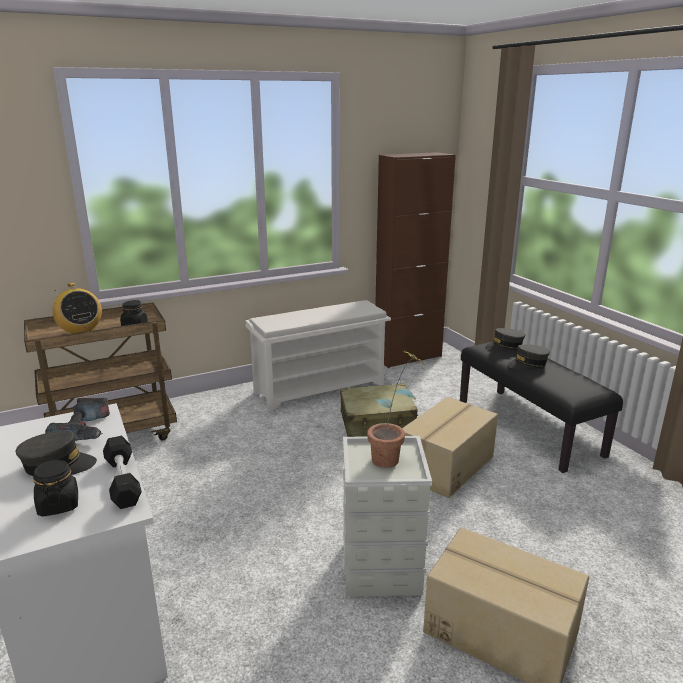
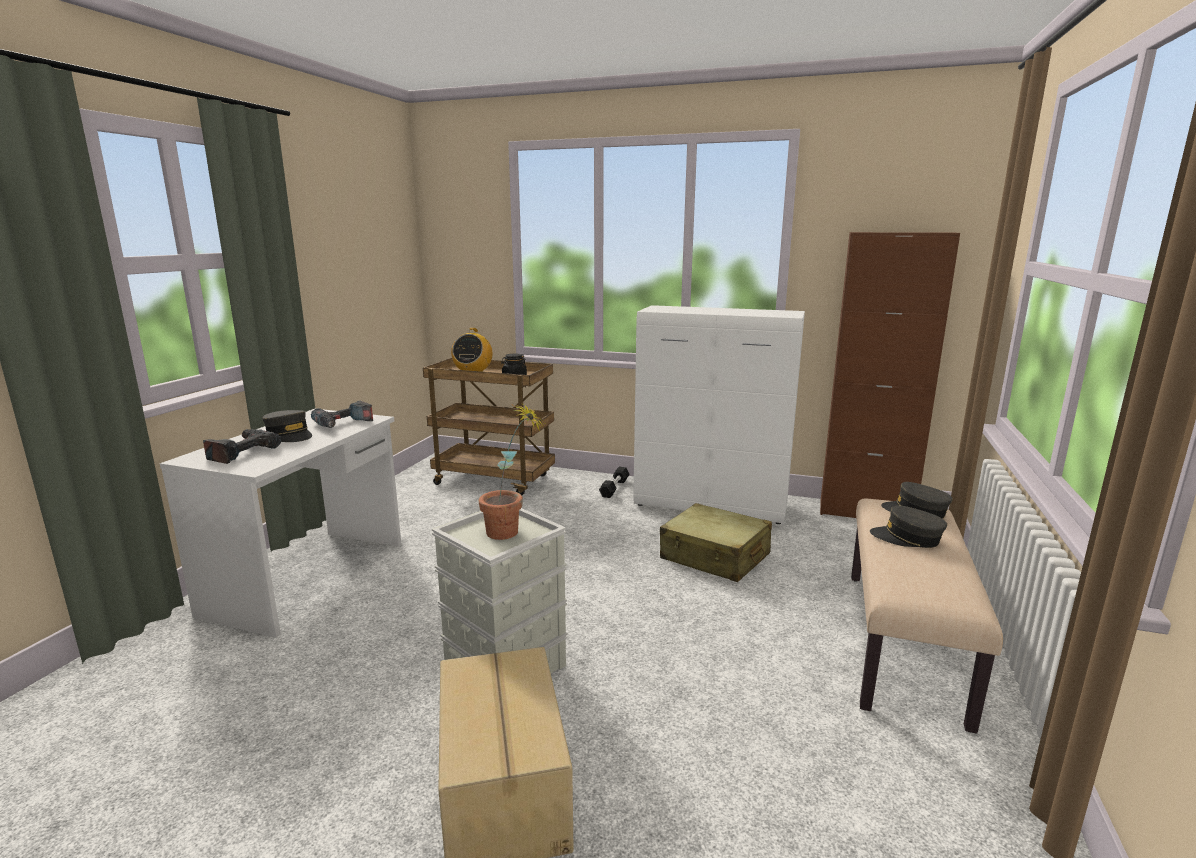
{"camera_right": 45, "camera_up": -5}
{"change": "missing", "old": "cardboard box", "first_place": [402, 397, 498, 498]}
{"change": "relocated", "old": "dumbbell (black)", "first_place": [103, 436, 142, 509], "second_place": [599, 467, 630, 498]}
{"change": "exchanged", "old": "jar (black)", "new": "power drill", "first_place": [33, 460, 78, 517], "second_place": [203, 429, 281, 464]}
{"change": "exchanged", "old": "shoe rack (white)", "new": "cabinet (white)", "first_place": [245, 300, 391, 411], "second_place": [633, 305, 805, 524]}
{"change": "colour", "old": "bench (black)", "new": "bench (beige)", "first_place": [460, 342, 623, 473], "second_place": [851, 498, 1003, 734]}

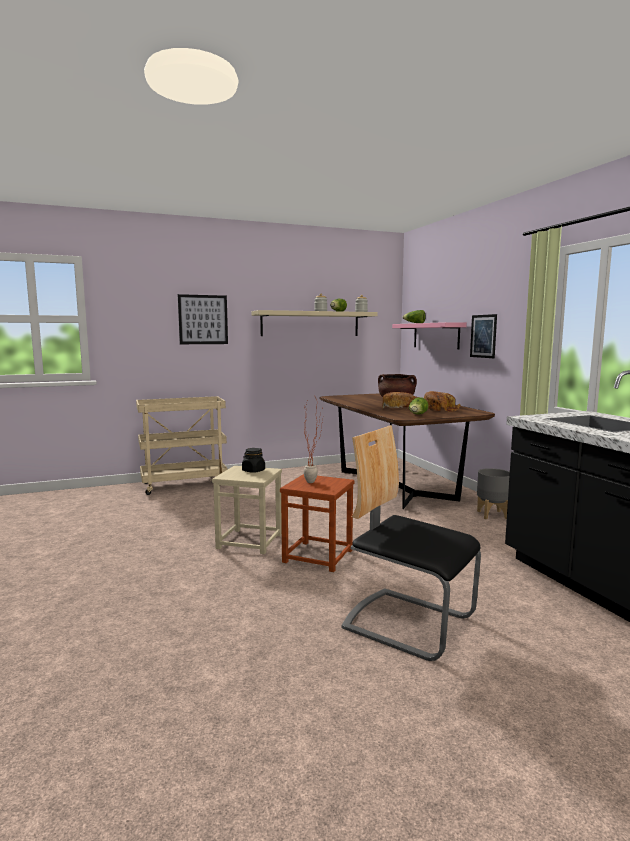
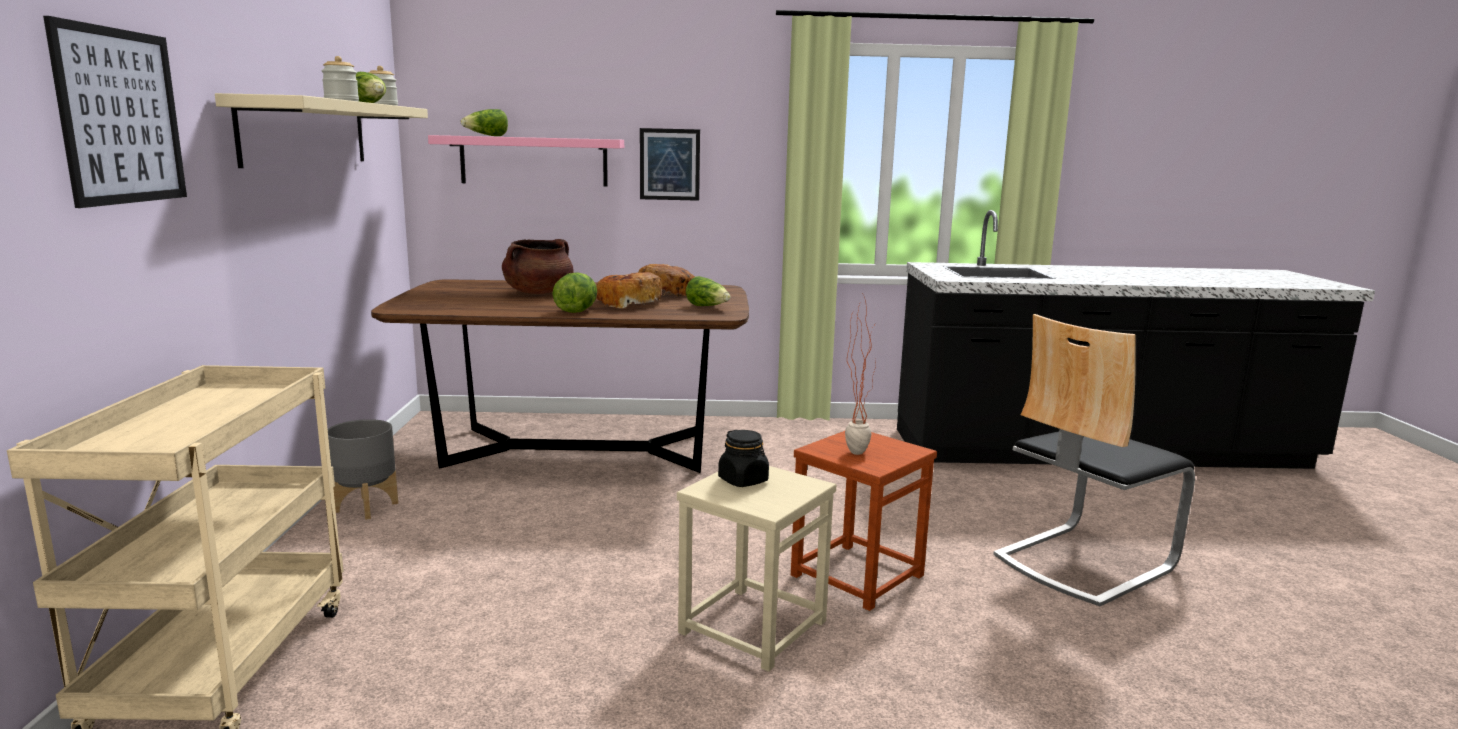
{"camera_right": -70, "camera_up": 5}
{"change": "appeared", "new": "lettuce", "second_place": [552, 273, 597, 313]}
{"change": "relocated", "old": "planter (grey)", "first_place": [477, 468, 510, 519], "second_place": [328, 419, 398, 520]}

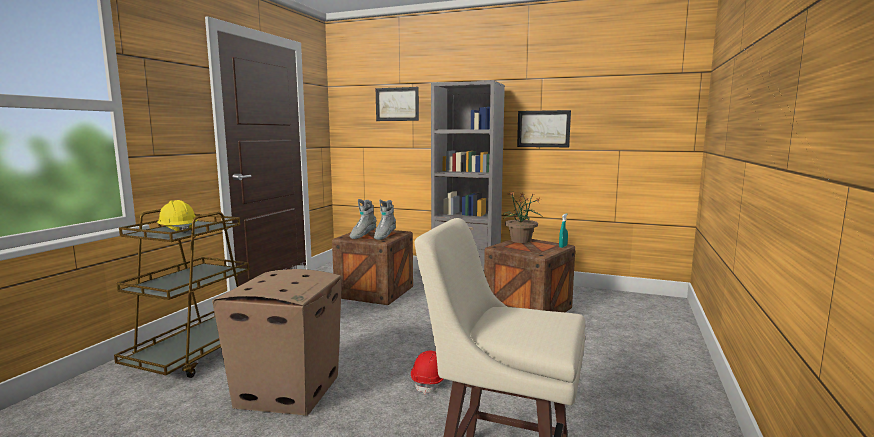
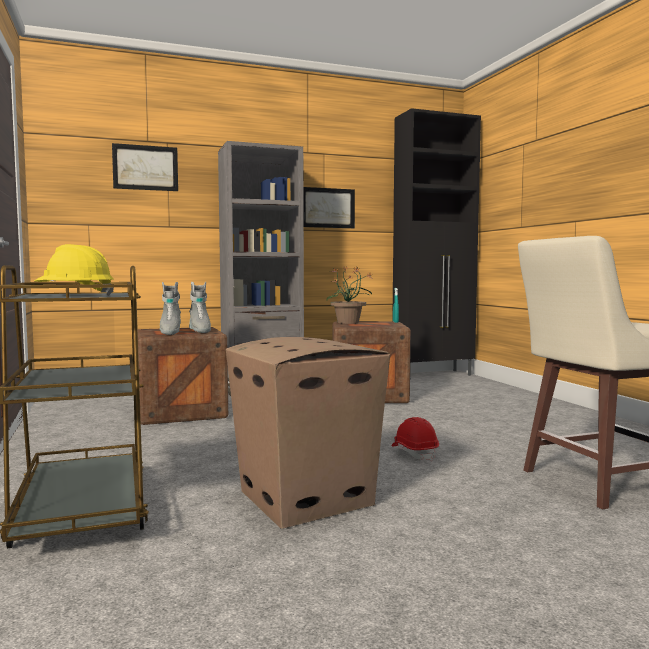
{"camera_right": -40, "camera_up": -5}
{"change": "appeared", "new": "cabinet (black)", "second_place": [392, 108, 481, 380]}

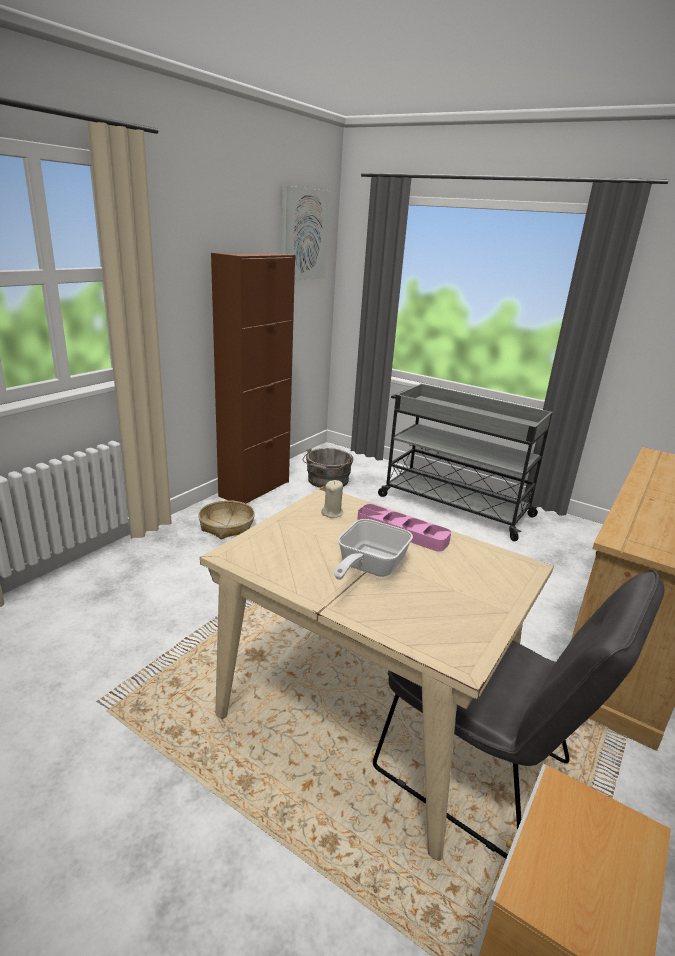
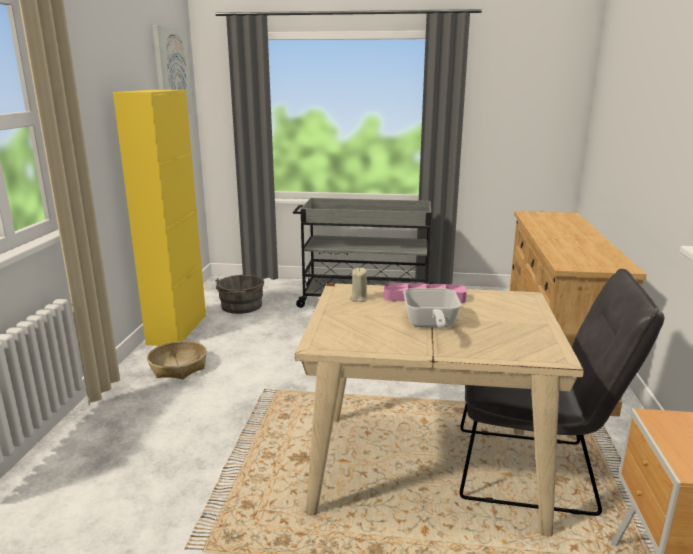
{"camera_right": -25, "camera_up": -5}
{"change": "colour", "old": "cabinet (brown)", "new": "cabinet (yellow)", "first_place": [211, 252, 295, 504], "second_place": [113, 90, 206, 346]}

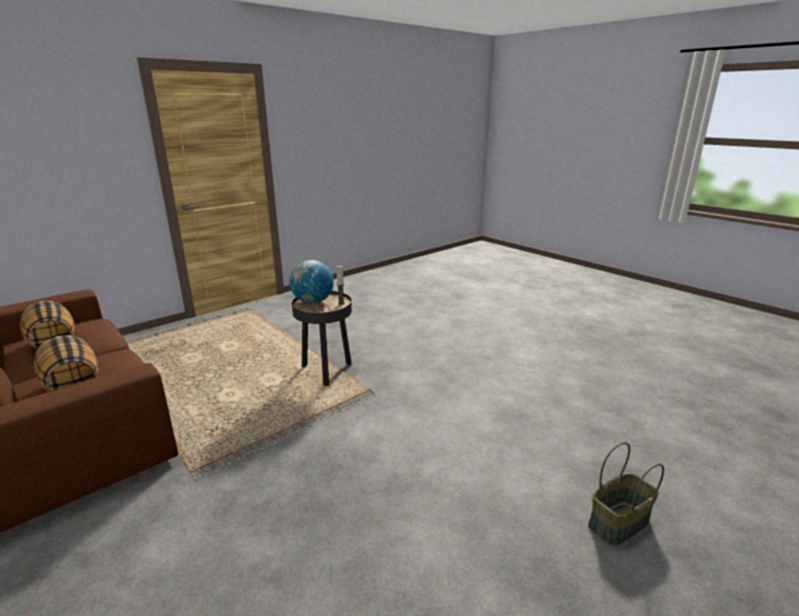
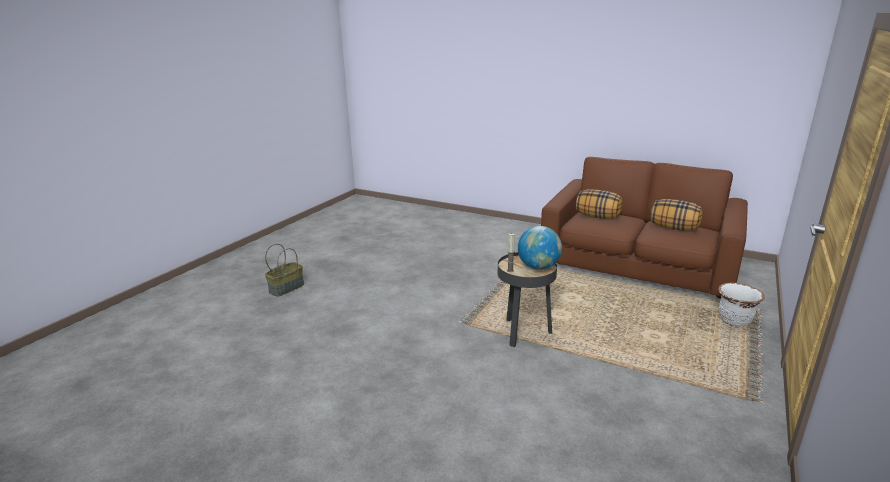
{"camera_right": 160, "camera_up": 0}
{"change": "appeared", "new": "planter (white)", "second_place": [719, 283, 765, 327]}

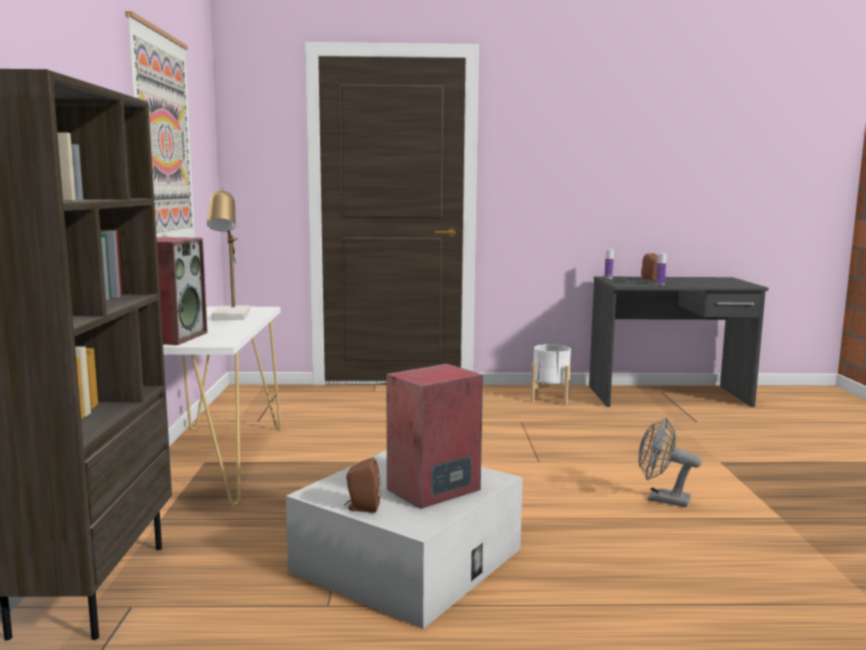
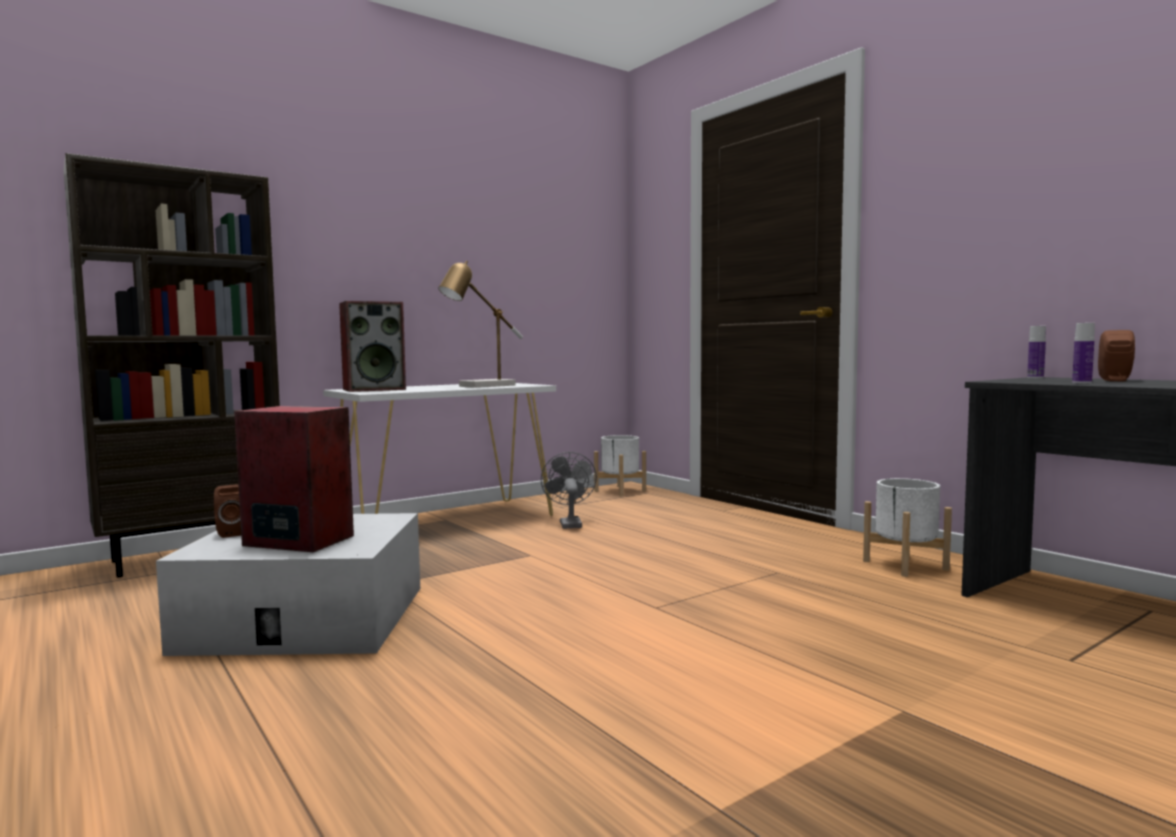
{"camera_right": 55, "camera_up": -5}
{"change": "missing", "old": "picture", "first_place": [125, 11, 195, 238]}
{"change": "appeared", "new": "planter (white)", "second_place": [594, 435, 646, 496]}
{"change": "relocated", "old": "fan (grey)", "first_place": [638, 417, 702, 507], "second_place": [541, 452, 597, 529]}

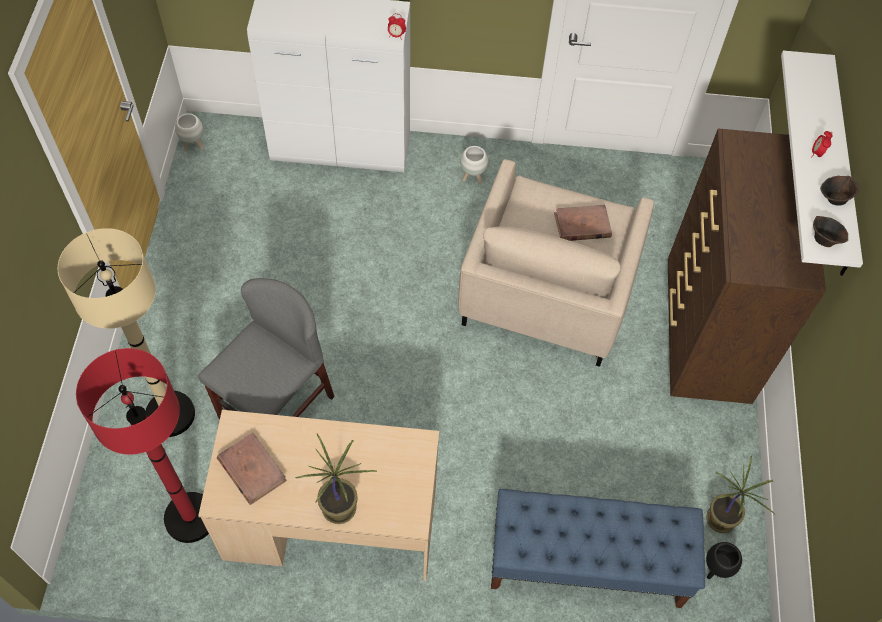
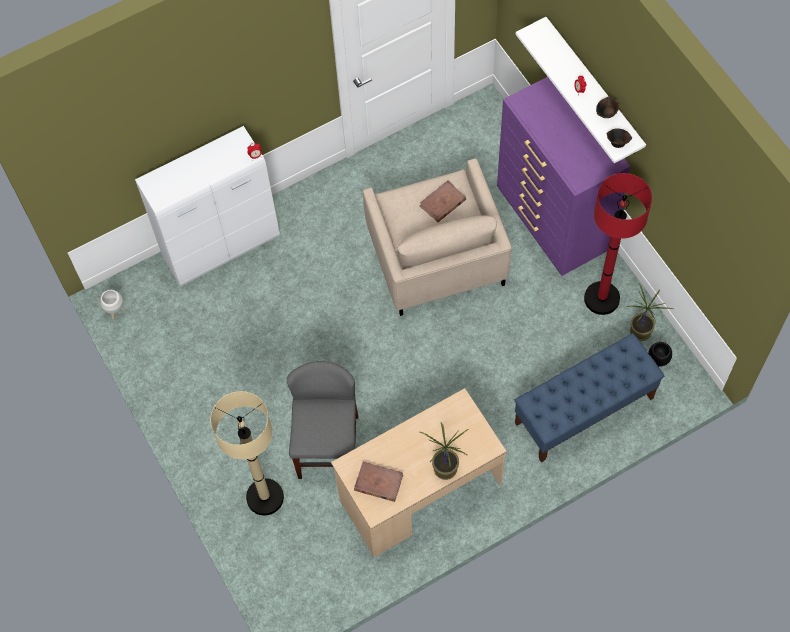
{"camera_right": -30, "camera_up": 5}
{"change": "missing", "old": "planter (white)", "first_place": [460, 146, 488, 184]}
{"change": "relocated", "old": "floor lamp (red)", "first_place": [76, 348, 209, 543], "second_place": [584, 173, 652, 315]}
{"change": "colour", "old": "dresser (brown)", "new": "dresser (purple)", "first_place": [668, 129, 826, 404], "second_place": [497, 77, 630, 276]}

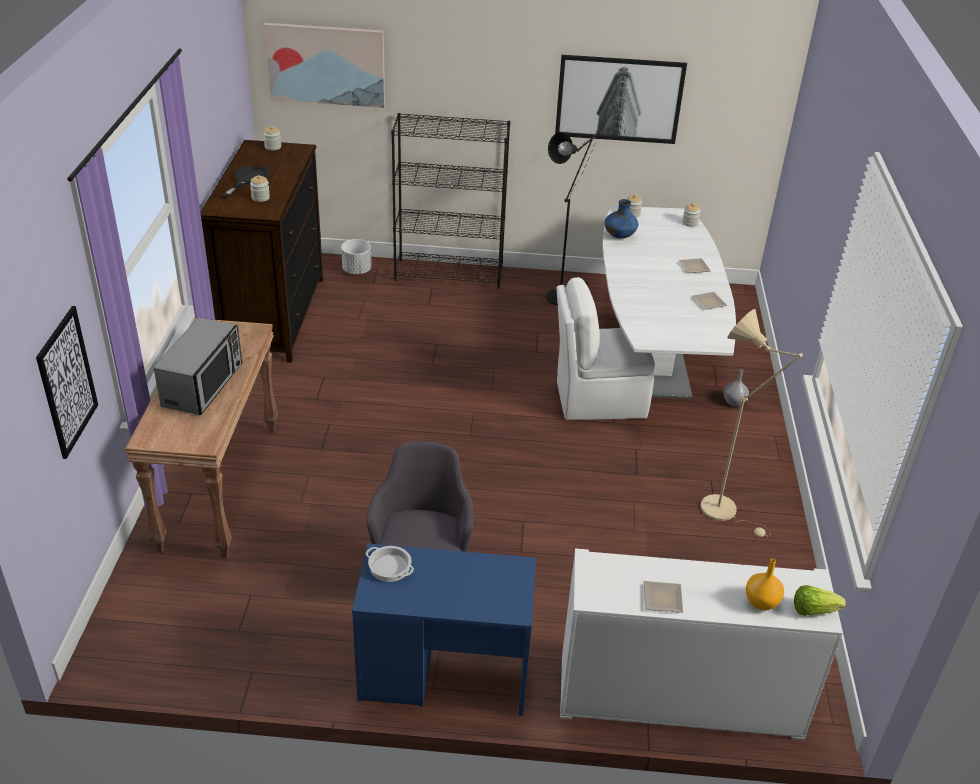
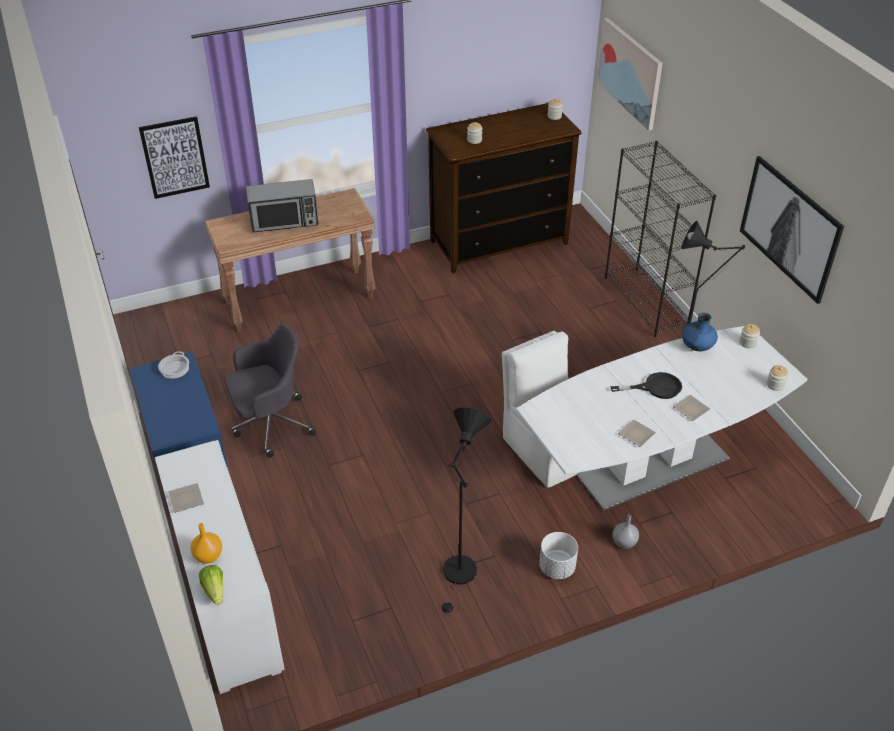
{"camera_right": 65, "camera_up": 5}
{"change": "relocated", "old": "frying pan (black)", "first_place": [221, 166, 270, 198], "second_place": [610, 372, 682, 399]}
{"change": "relocated", "old": "planter (white)", "first_place": [341, 239, 372, 274], "second_place": [539, 532, 578, 579]}
{"change": "colour", "old": "floor lamp (beige)", "new": "floor lamp (black)", "first_place": [701, 309, 803, 537], "second_place": [442, 407, 491, 616]}

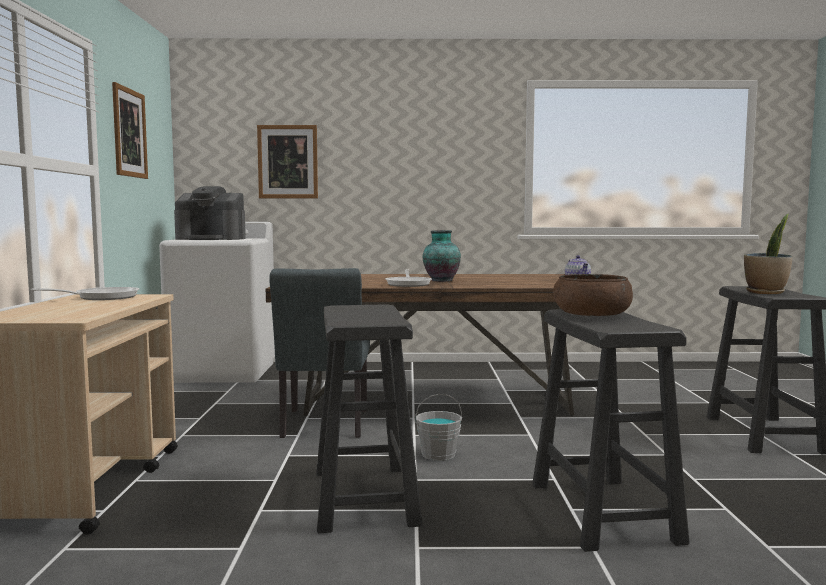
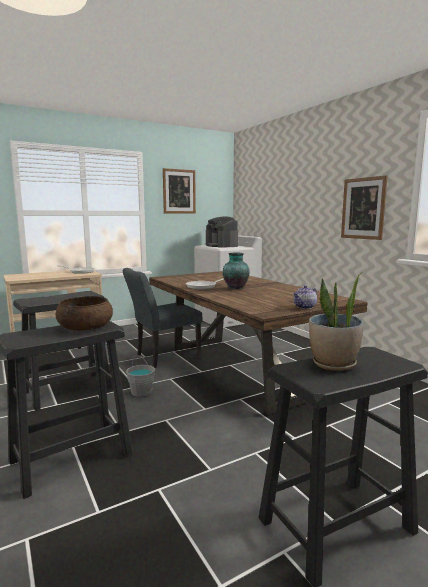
{"camera_right": 60, "camera_up": 5}
{"change": "relocated", "old": "picture", "first_place": [257, 125, 318, 198], "second_place": [341, 175, 387, 240]}

